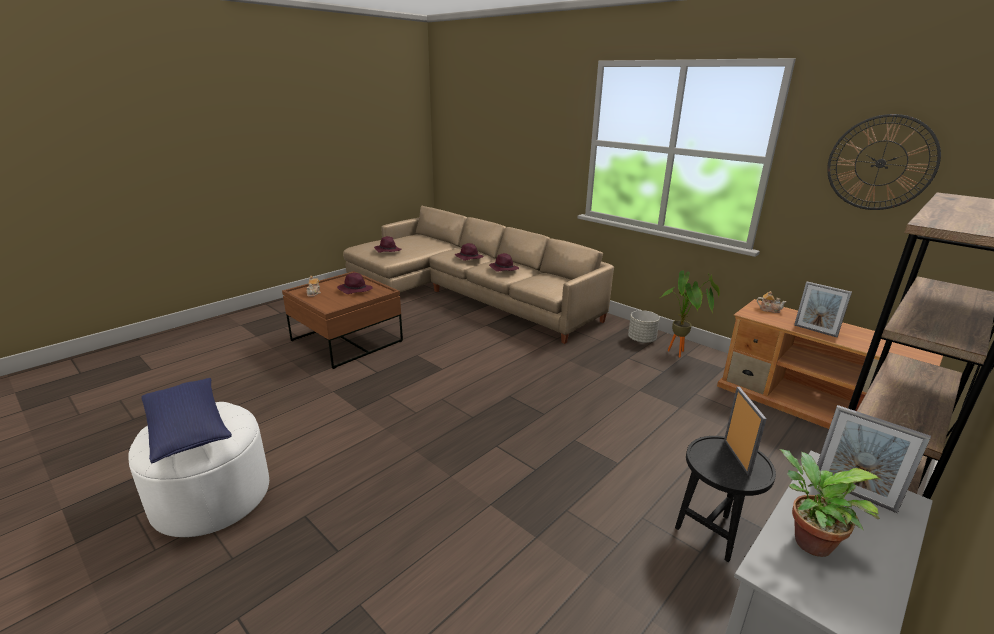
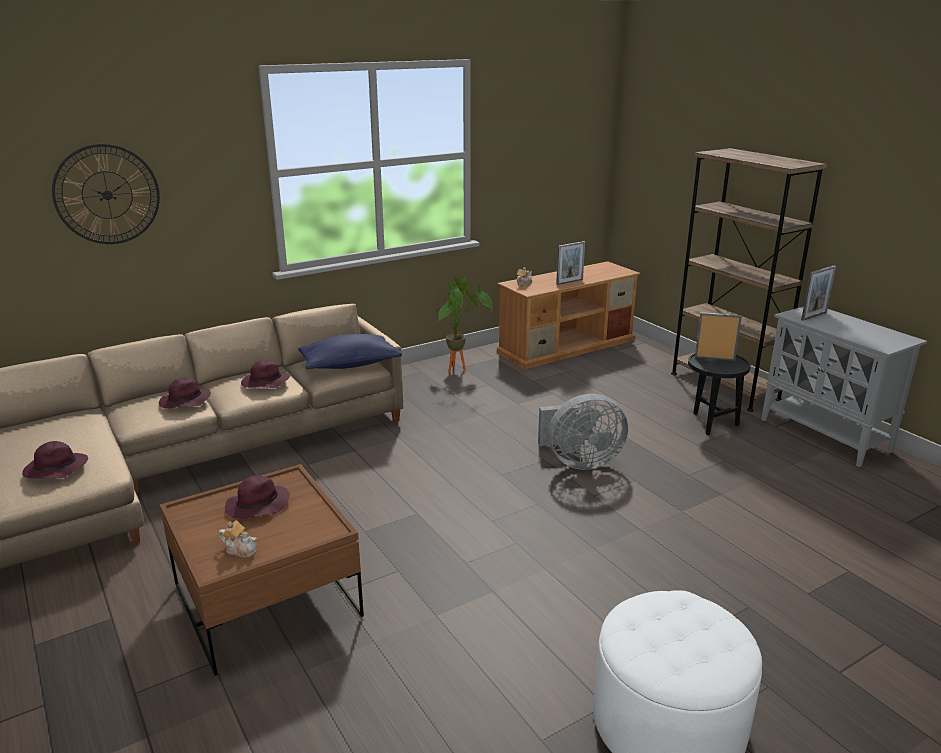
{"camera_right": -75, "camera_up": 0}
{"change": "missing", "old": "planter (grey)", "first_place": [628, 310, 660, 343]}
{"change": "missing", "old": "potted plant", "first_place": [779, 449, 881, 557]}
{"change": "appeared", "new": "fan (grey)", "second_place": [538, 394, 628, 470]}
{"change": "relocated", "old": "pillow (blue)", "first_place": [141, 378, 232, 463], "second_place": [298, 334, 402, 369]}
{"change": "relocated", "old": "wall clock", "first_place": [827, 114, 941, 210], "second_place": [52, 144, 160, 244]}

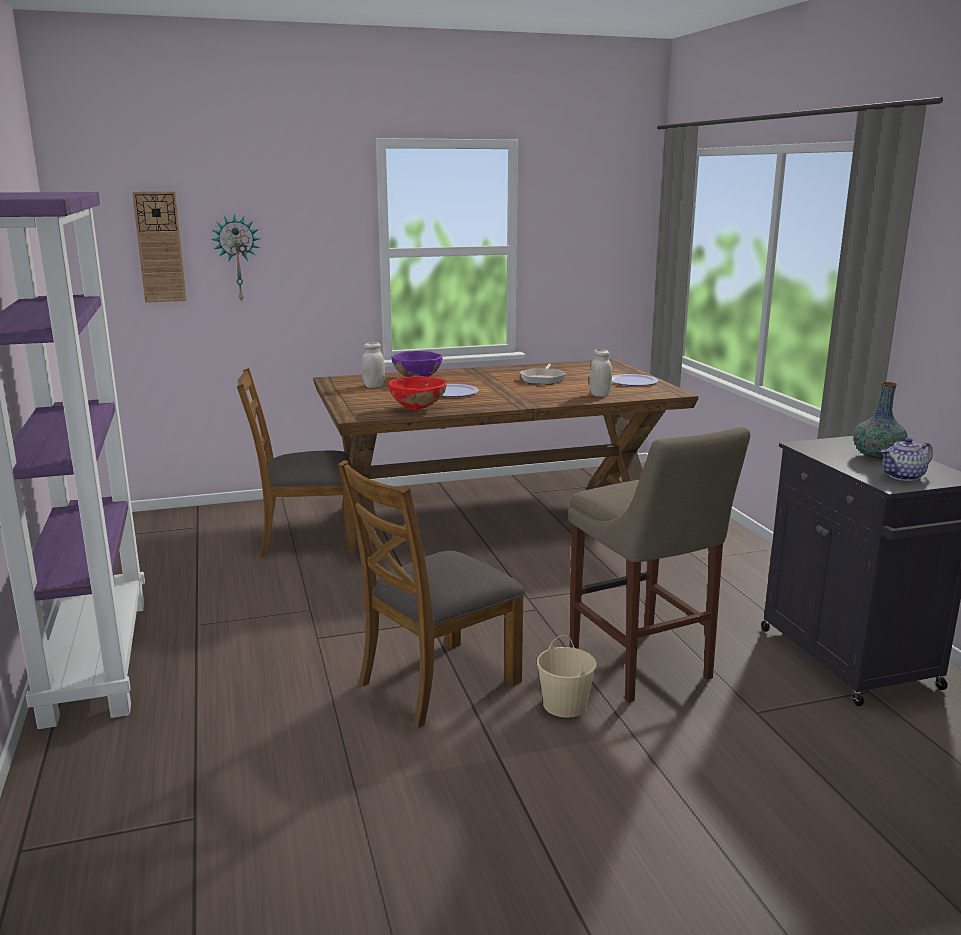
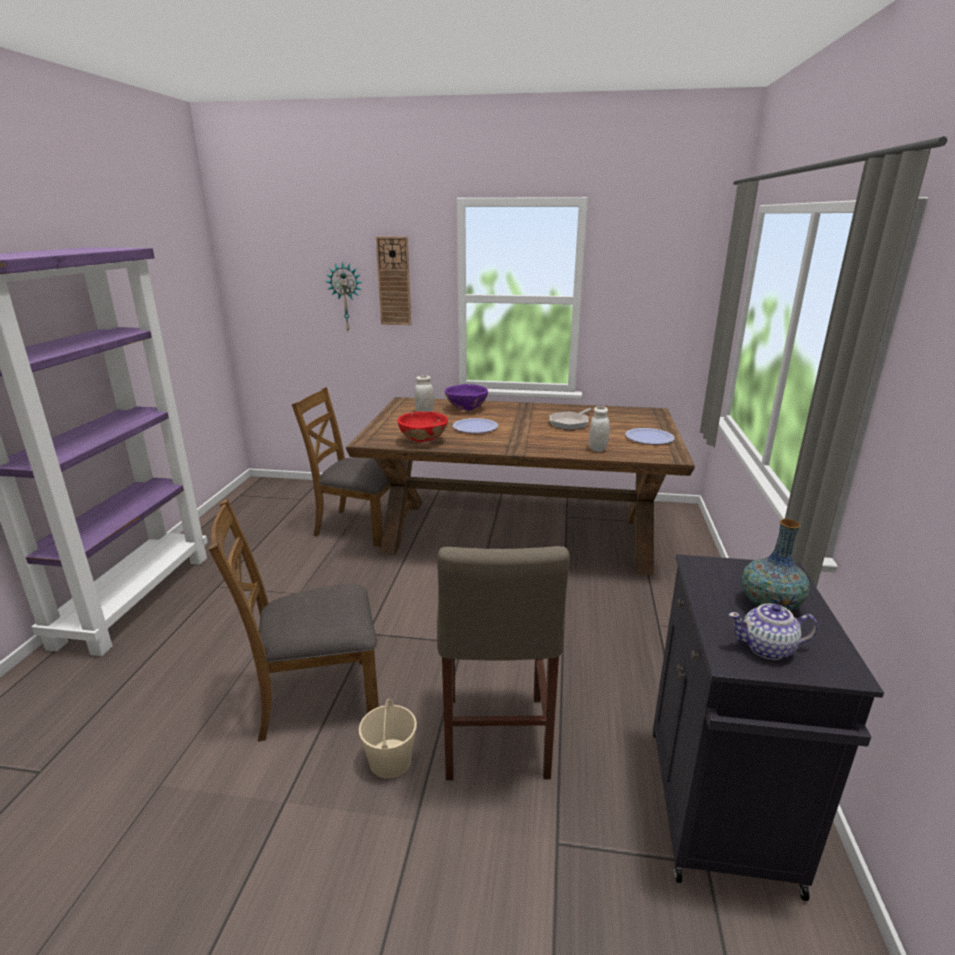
{"camera_right": 25, "camera_up": 5}
{"change": "relocated", "old": "wall clock", "first_place": [132, 191, 187, 303], "second_place": [376, 237, 411, 325]}

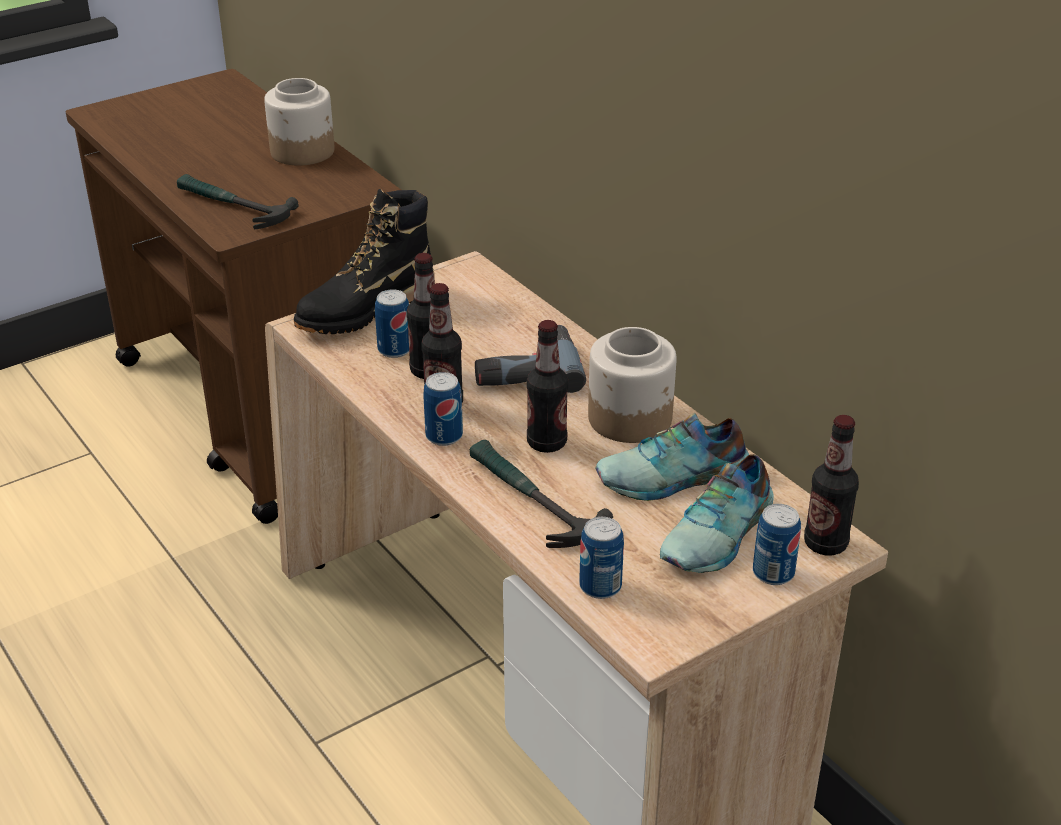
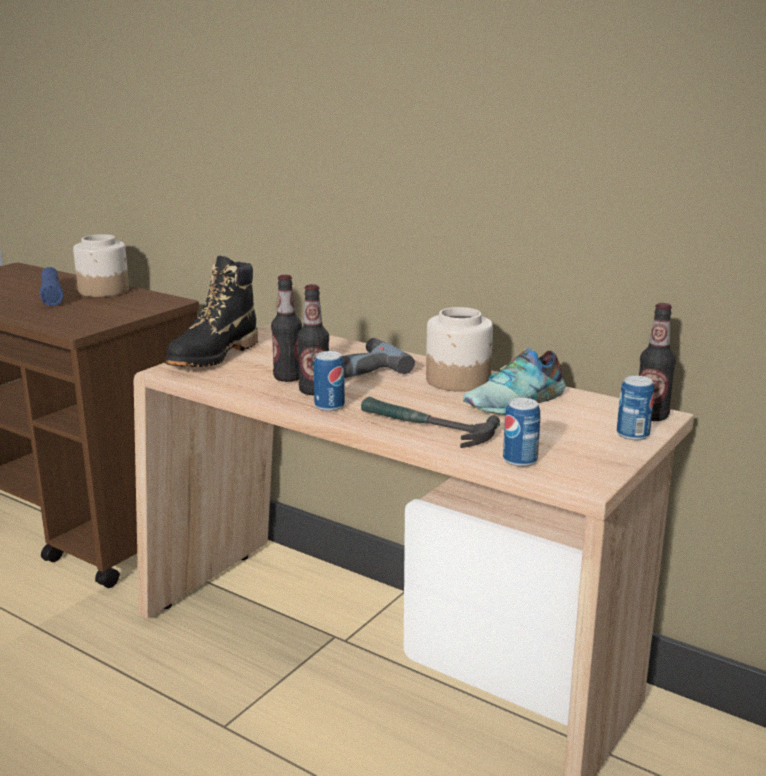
{"camera_right": -20, "camera_up": -15}
{"change": "missing", "old": "hammer", "first_place": [177, 174, 299, 229]}
{"change": "missing", "old": "can", "first_place": [375, 289, 409, 358]}
{"change": "missing", "old": "bottle", "first_place": [527, 320, 568, 453]}
{"change": "missing", "old": "shoe", "first_place": [660, 454, 774, 573]}
{"change": "appeared", "new": "flashlight (blue)", "second_place": [40, 267, 63, 306]}

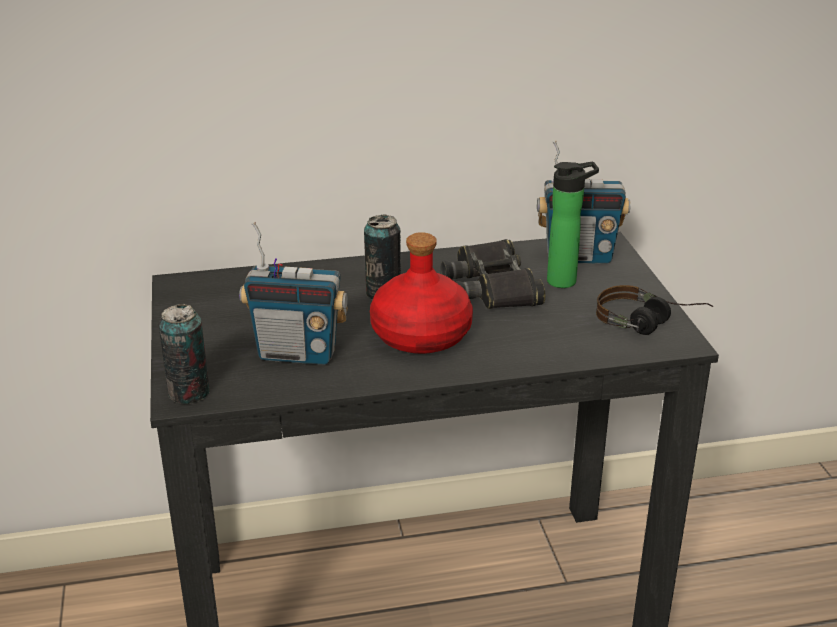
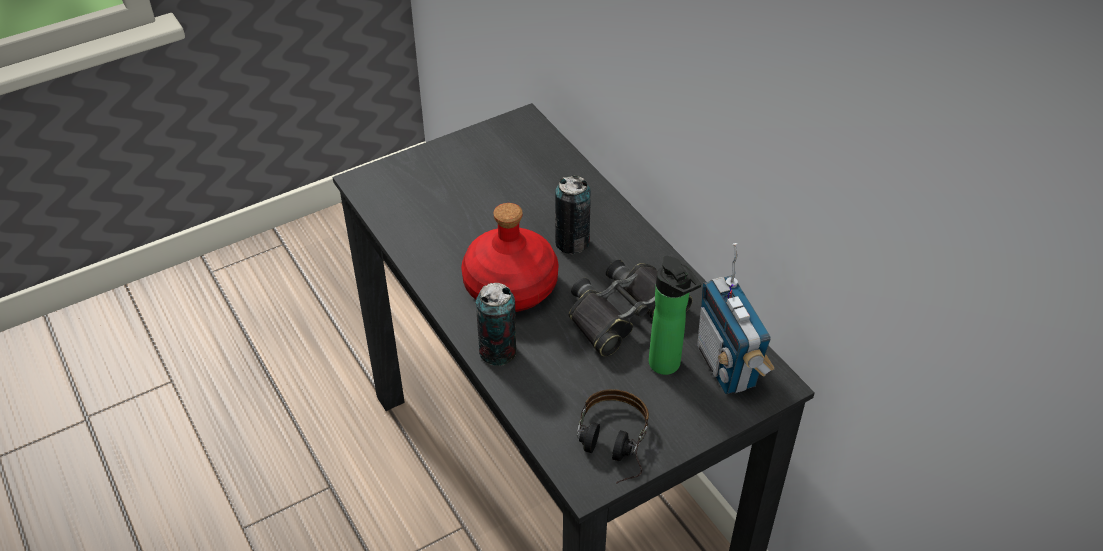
{"camera_right": 70, "camera_up": 15}
{"change": "missing", "old": "radio", "first_place": [239, 222, 348, 365]}
{"change": "relocated", "old": "can", "first_place": [159, 304, 210, 404], "second_place": [475, 283, 516, 366]}

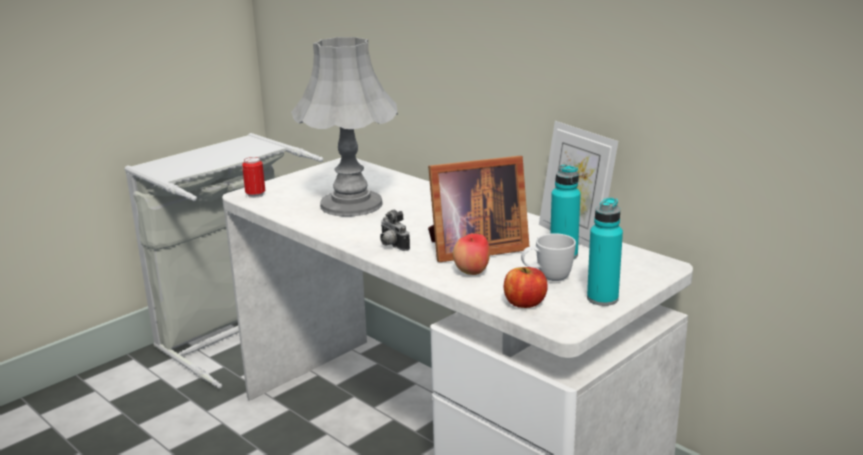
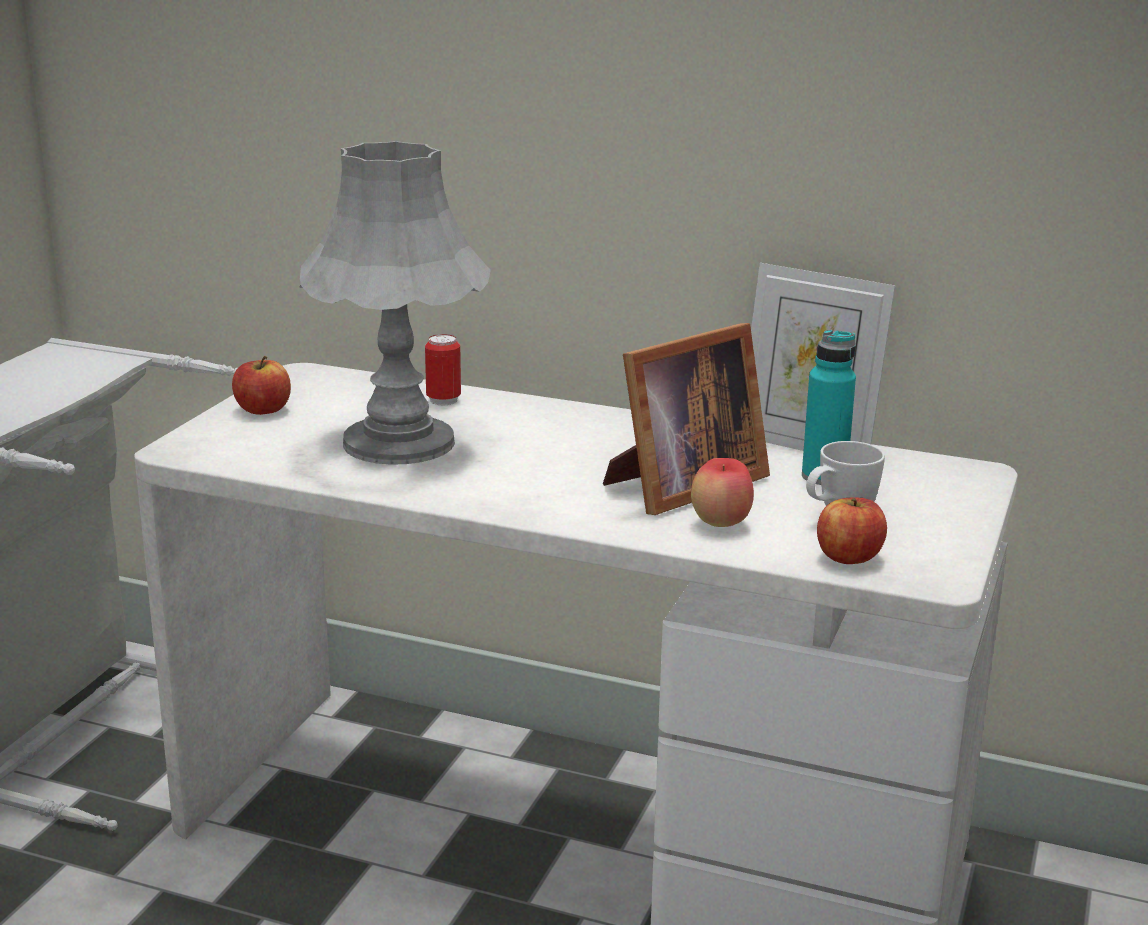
{"camera_right": -25, "camera_up": 0}
{"change": "missing", "old": "photo camera", "first_place": [380, 210, 410, 251]}
{"change": "missing", "old": "bottle (turquoise)", "first_place": [587, 197, 623, 306]}
{"change": "appeared", "new": "apple", "second_place": [232, 356, 291, 415]}
{"change": "relocated", "old": "can", "first_place": [242, 157, 265, 198], "second_place": [425, 334, 461, 405]}

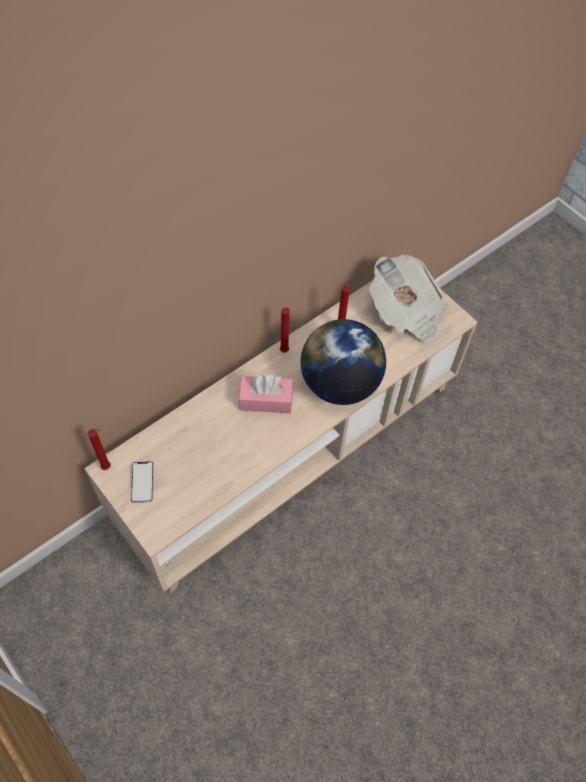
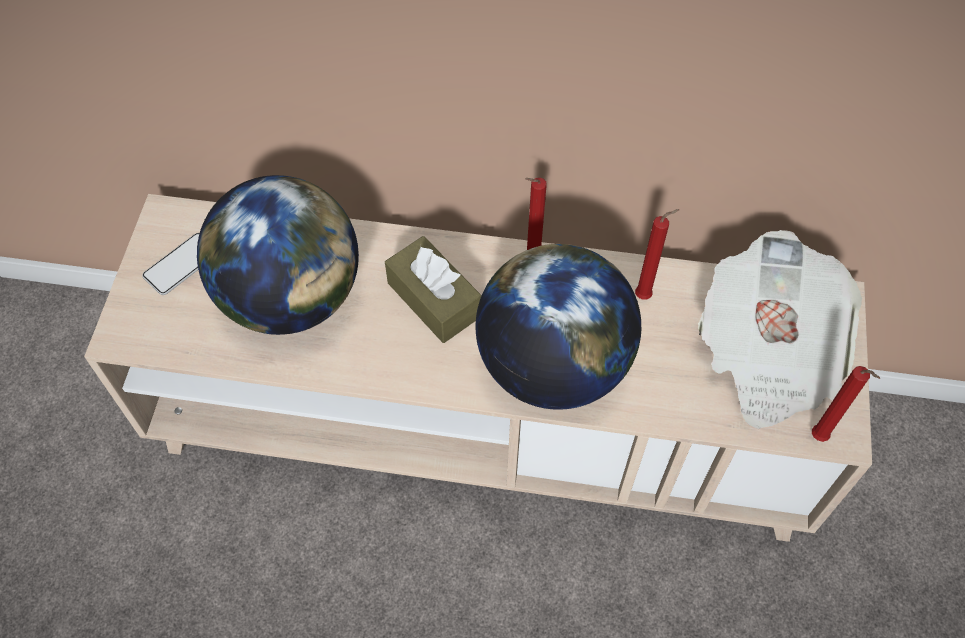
{"camera_right": 50, "camera_up": 0}
{"change": "appeared", "new": "globe", "second_place": [197, 175, 359, 335]}
{"change": "relocated", "old": "candle (red)", "first_place": [88, 429, 111, 470], "second_place": [812, 366, 880, 442]}
{"change": "colour", "old": "tissue box (pink)", "new": "tissue box (brown)", "first_place": [239, 375, 293, 413], "second_place": [385, 236, 481, 343]}

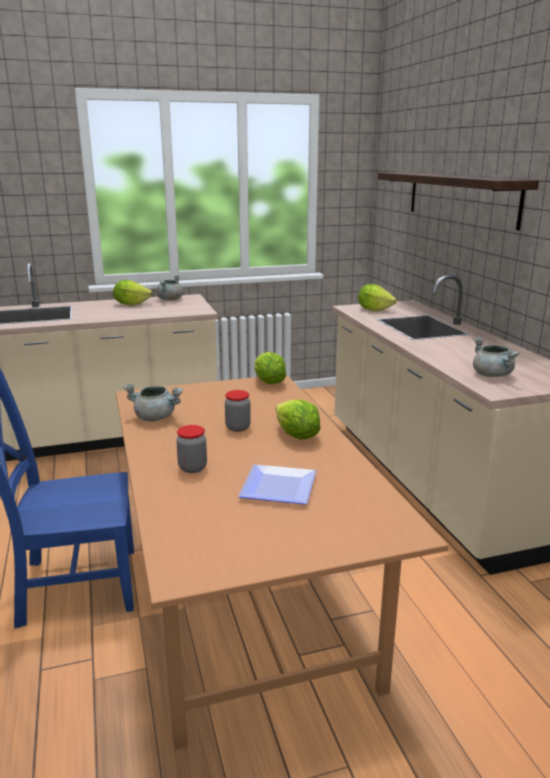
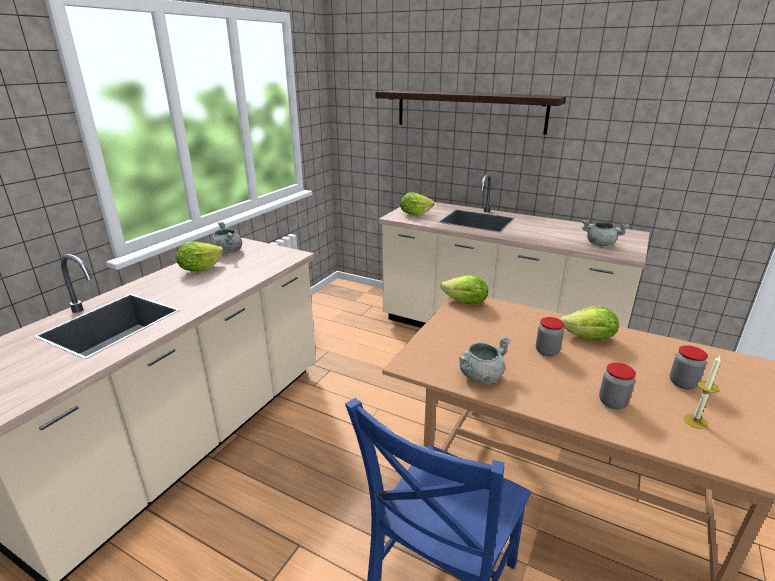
{"camera_right": -45, "camera_up": 5}
{"change": "appeared", "new": "candle", "second_place": [684, 355, 721, 429]}
{"change": "exchanged", "old": "plate", "new": "jar", "first_place": [238, 464, 316, 505], "second_place": [670, 345, 708, 389]}

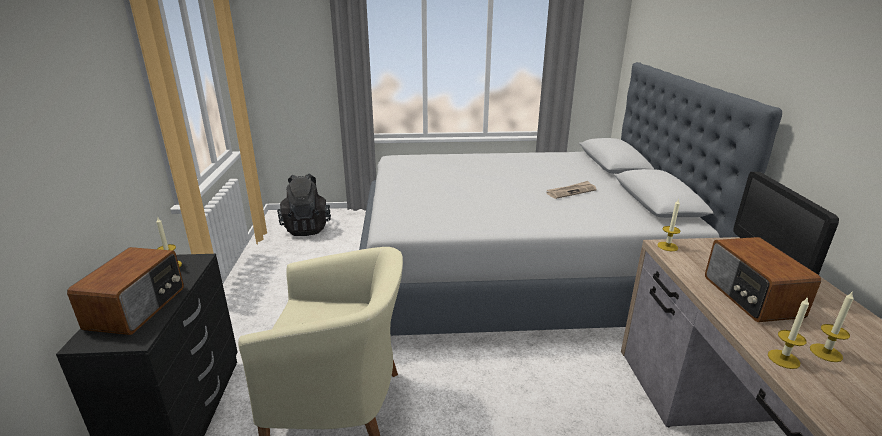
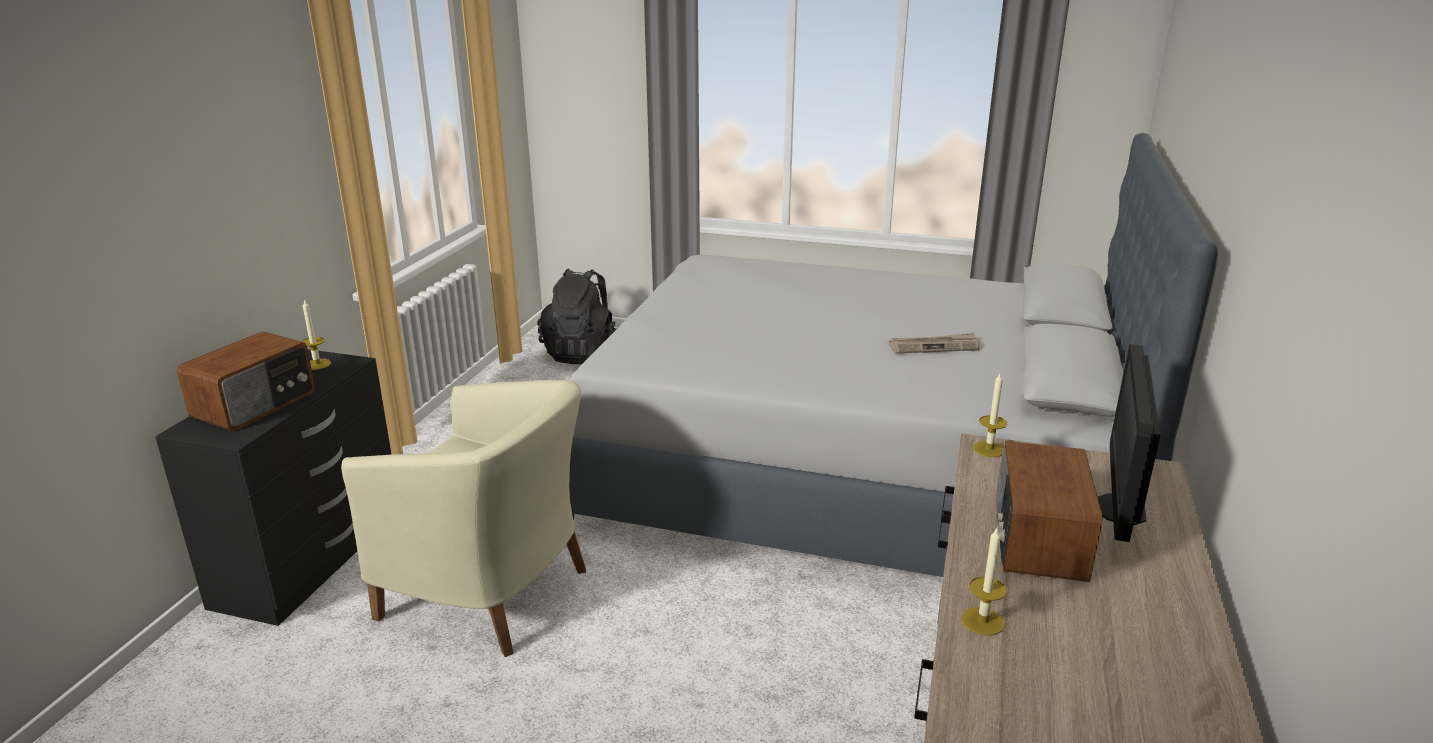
{"camera_right": 20, "camera_up": 0}
{"change": "missing", "old": "candle", "first_place": [810, 291, 854, 362]}

